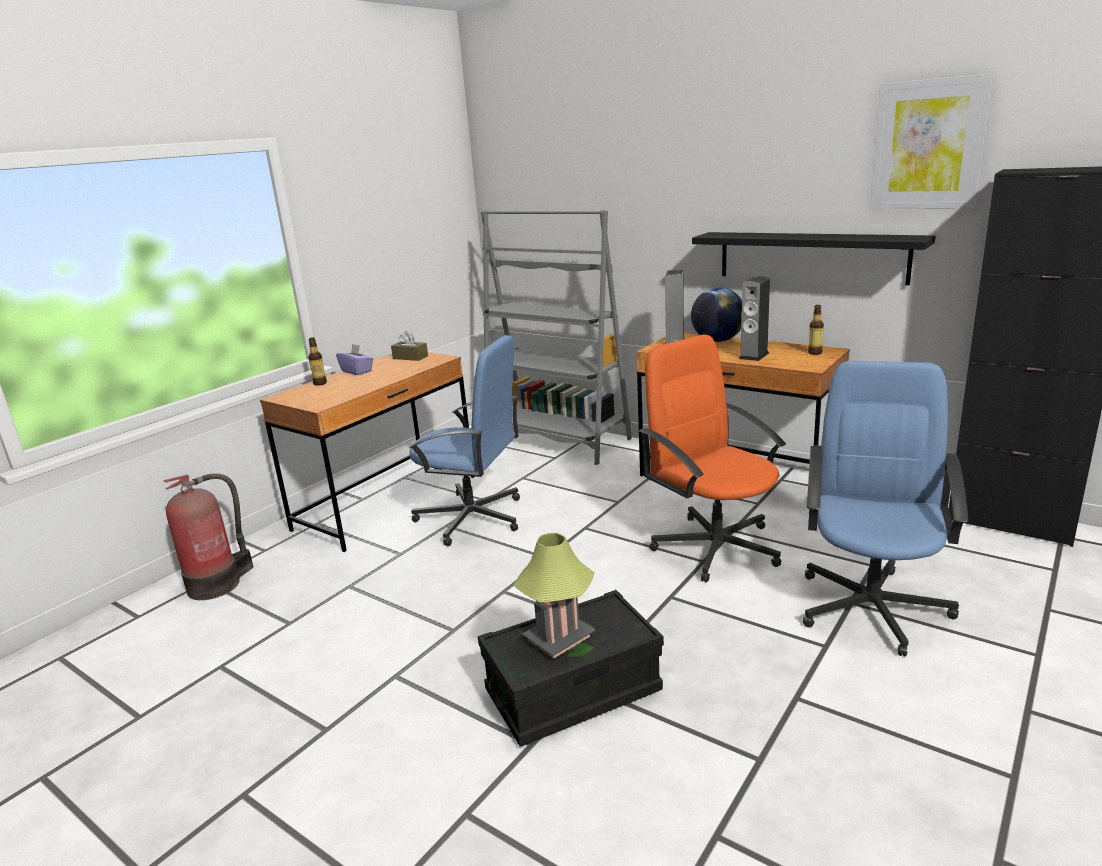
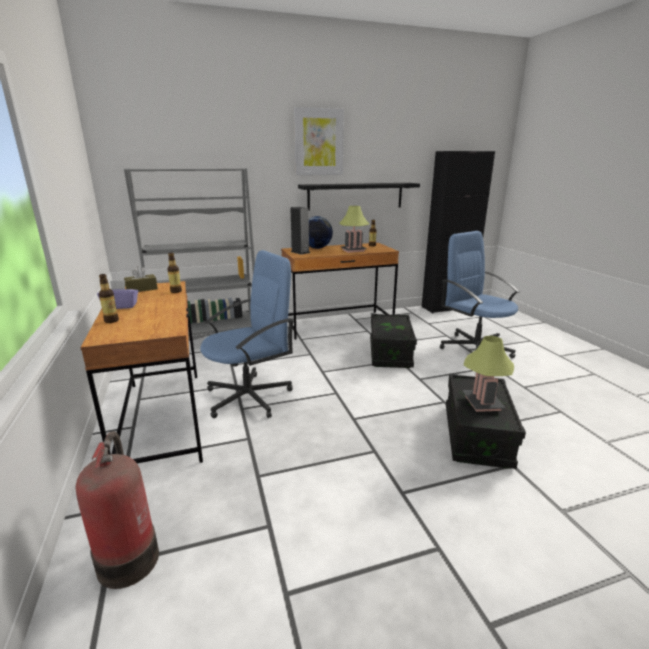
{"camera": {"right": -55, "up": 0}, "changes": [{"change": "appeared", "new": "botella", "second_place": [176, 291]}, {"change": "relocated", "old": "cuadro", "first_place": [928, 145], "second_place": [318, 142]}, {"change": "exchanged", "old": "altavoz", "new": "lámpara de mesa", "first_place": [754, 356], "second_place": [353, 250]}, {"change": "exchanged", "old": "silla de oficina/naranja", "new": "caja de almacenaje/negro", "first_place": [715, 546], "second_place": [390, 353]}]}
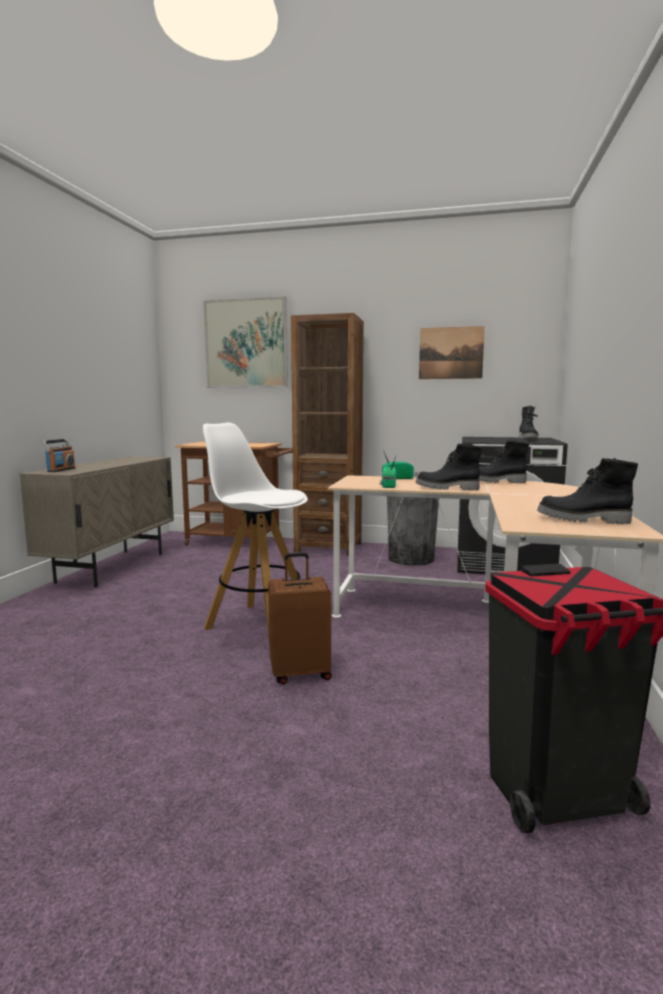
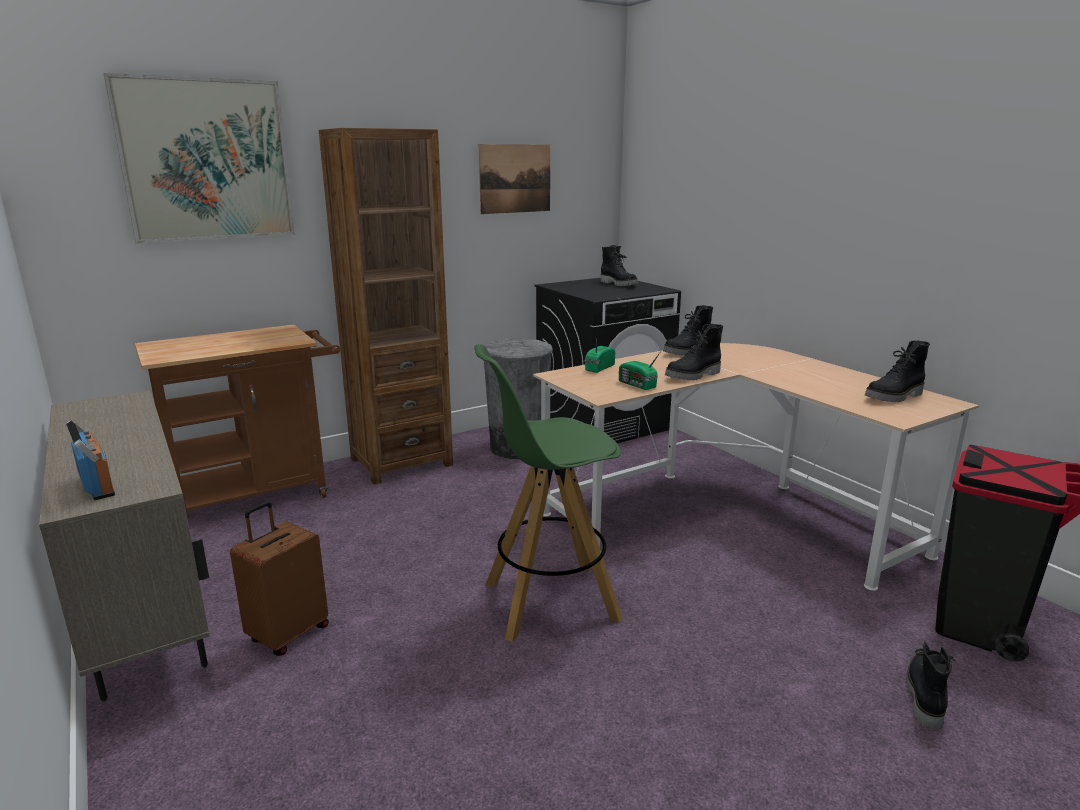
{"camera": {"right": -45, "up": 10}, "changes": [{"change": "relocated", "old": "maleta/marrón", "first_place": [300, 673], "second_place": [288, 634]}, {"change": "colour", "old": "taburete/blanco", "new": "taburete/verde", "first_place": [259, 624], "second_place": [549, 601]}, {"change": "appeared", "new": "bota/negro", "second_place": [924, 695]}]}
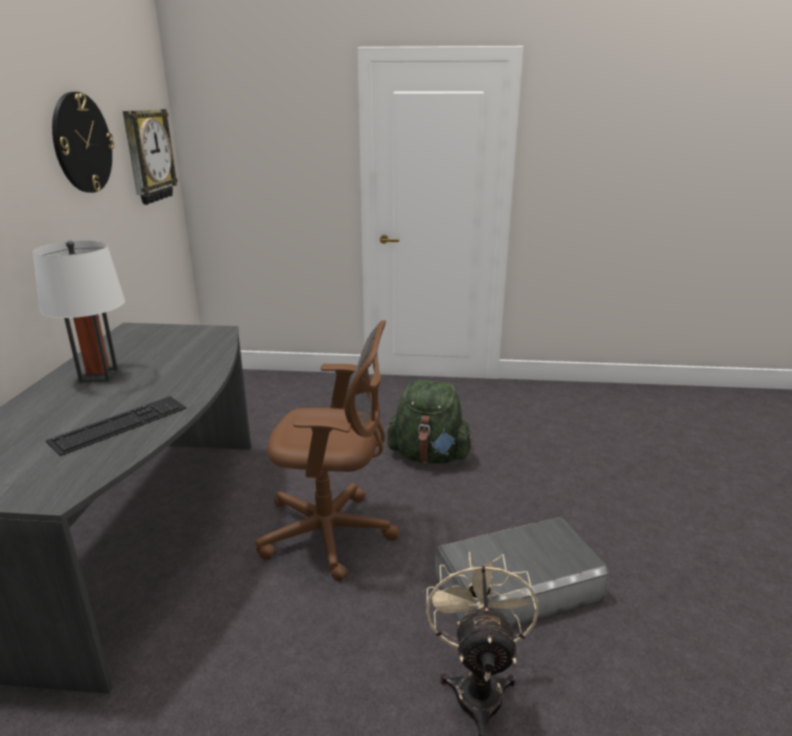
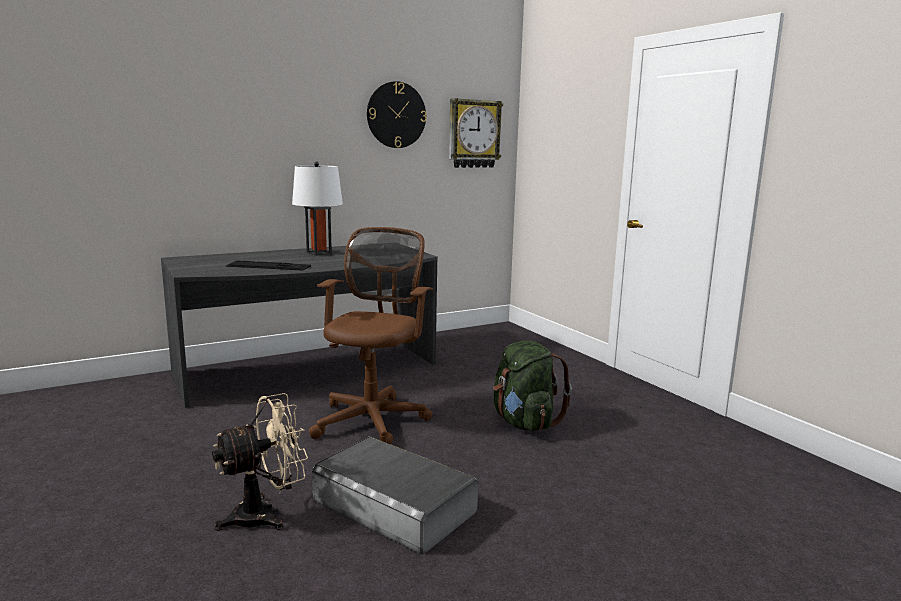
{"camera": {"right": 55, "up": -10}, "changes": [{"change": "spun", "old": "silla de oficina/marrón", "first_place": [332, 534], "second_place": [373, 418], "degrees": -135}]}
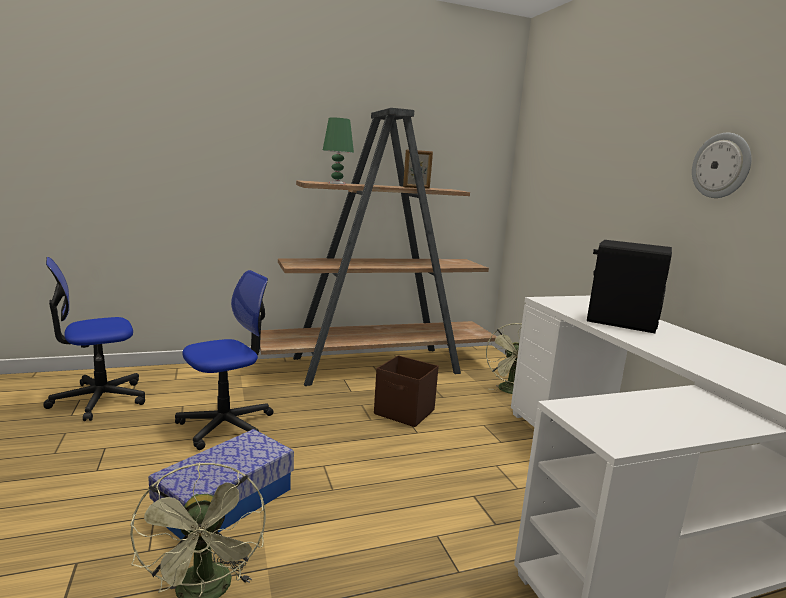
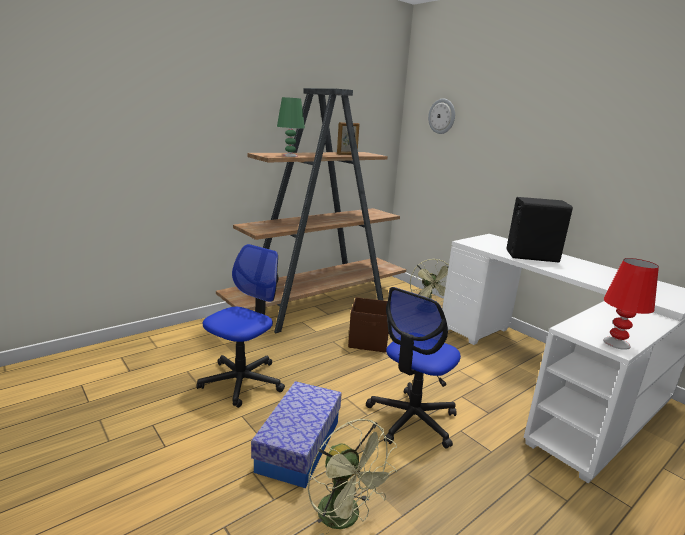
{"camera": {"right": -20, "up": 5}, "changes": [{"change": "relocated", "old": "silla de oficina", "first_place": [99, 399], "second_place": [412, 419]}, {"change": "relocated", "old": "reloj de pared", "first_place": [721, 166], "second_place": [442, 116]}, {"change": "appeared", "new": "lámpara de mesa/rojo", "second_place": [616, 343]}]}
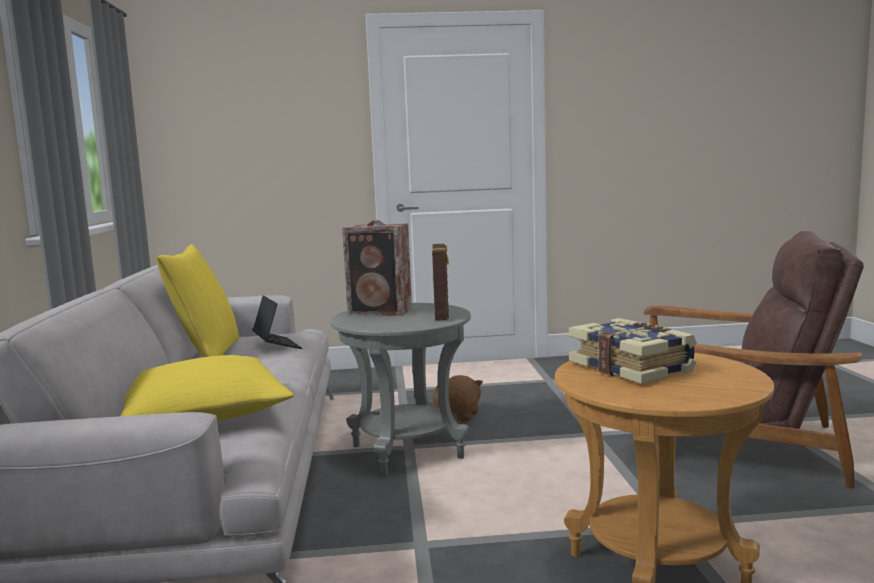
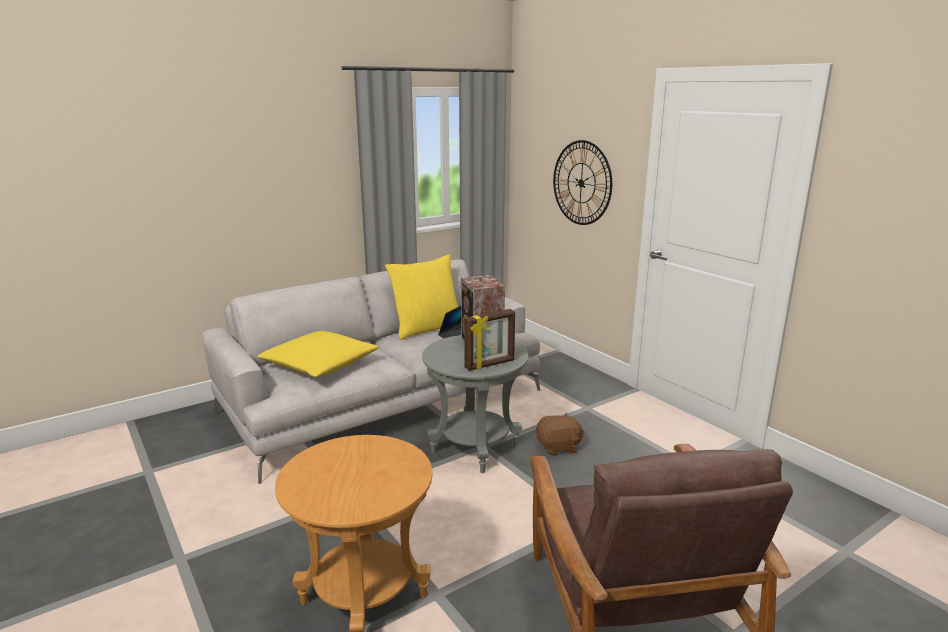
{"camera": {"right": 60, "up": 10}, "changes": [{"change": "appeared", "new": "reloj de pared", "second_place": [581, 183]}, {"change": "missing", "old": "libro", "first_place": [632, 367]}]}
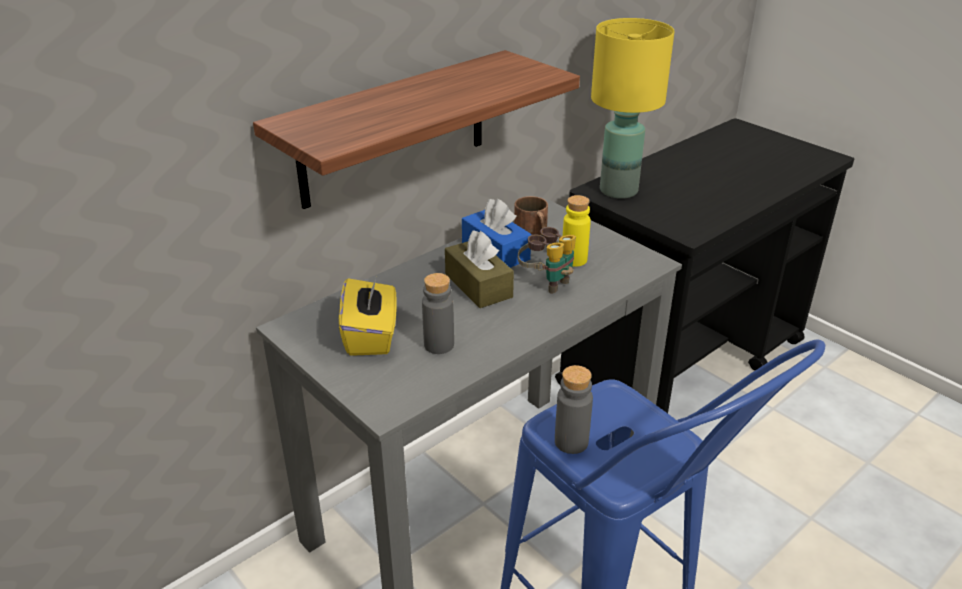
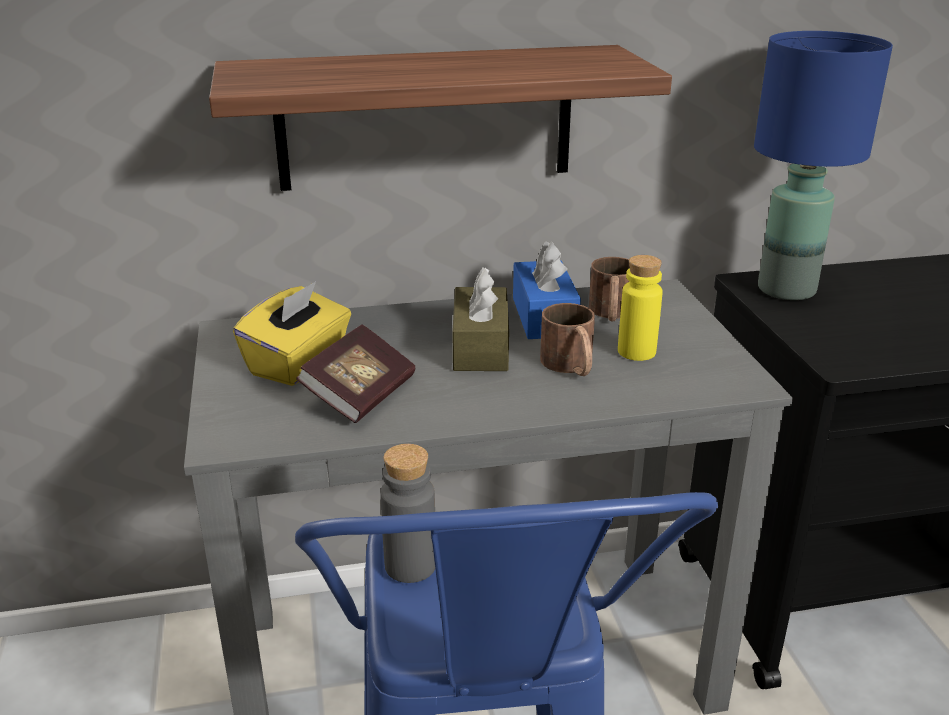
{"camera": {"right": 30, "up": -5}, "changes": [{"change": "exchanged", "old": "botella/gris", "new": "libro", "first_place": [439, 345], "second_place": [360, 395]}, {"change": "exchanged", "old": "prismáticos", "new": "taza grande/marrón", "first_place": [546, 282], "second_place": [571, 366]}, {"change": "colour", "old": "lámpara de mesa/amarillo", "new": "lámpara de mesa/azul", "first_place": [618, 190], "second_place": [787, 289]}]}
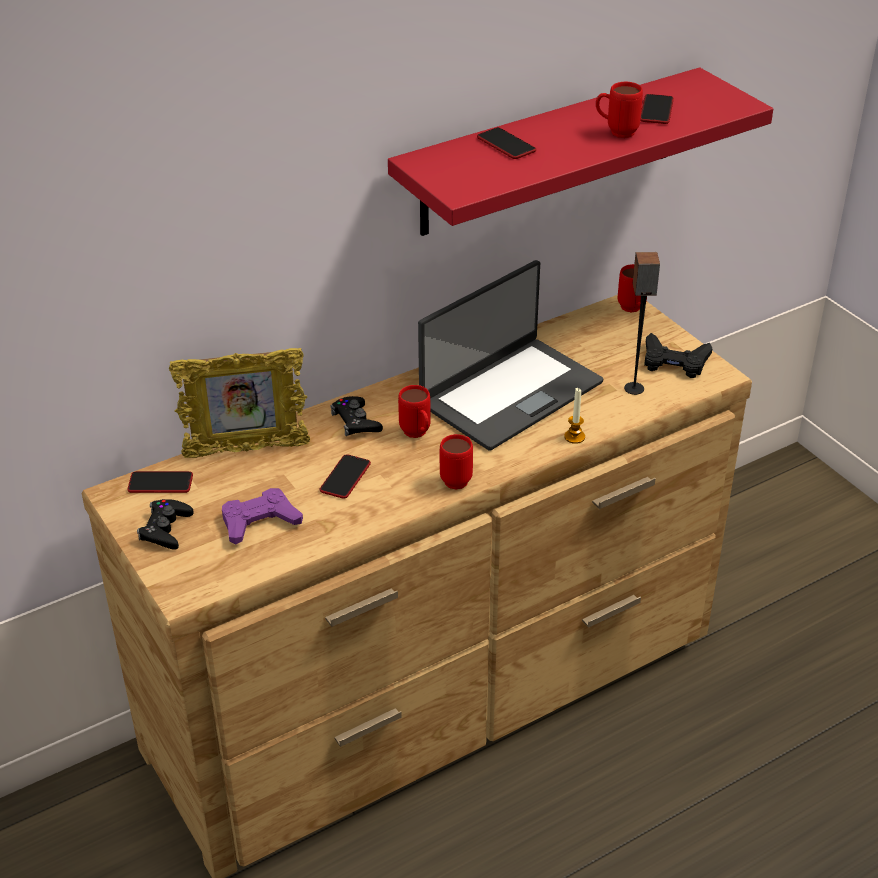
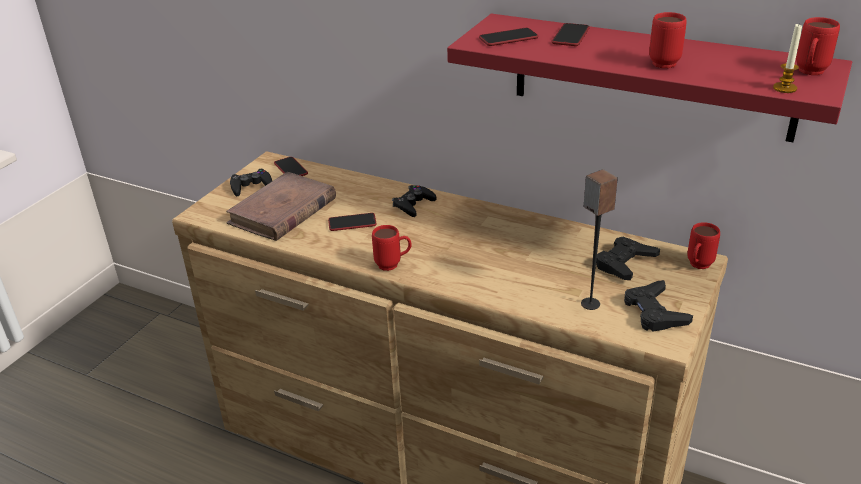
{"camera": {"right": 60, "up": -5}, "changes": [{"change": "exchanged", "old": "mando de consola/morado", "new": "libro/marrón", "first_place": [259, 521], "second_place": [282, 211]}, {"change": "relocated", "old": "móvil", "first_place": [656, 110], "second_place": [508, 38]}, {"change": "appeared", "new": "mando de consola/negro", "second_place": [624, 263]}, {"change": "relocated", "old": "vela", "first_place": [574, 437], "second_place": [784, 88]}, {"change": "relocated", "old": "taza grande/rojo", "first_place": [417, 435], "second_place": [809, 73]}, {"change": "missing", "old": "portarretratos", "first_place": [246, 450]}, {"change": "missing", "old": "portátil", "first_place": [510, 393]}]}
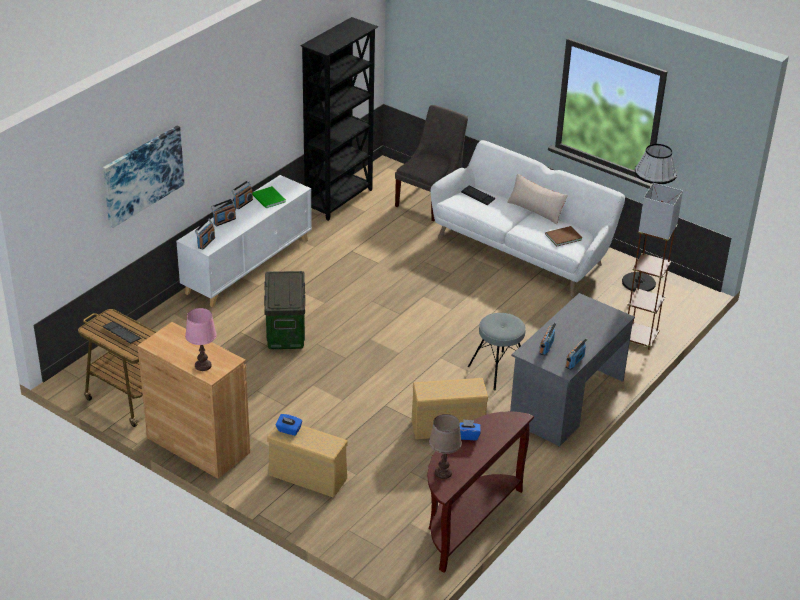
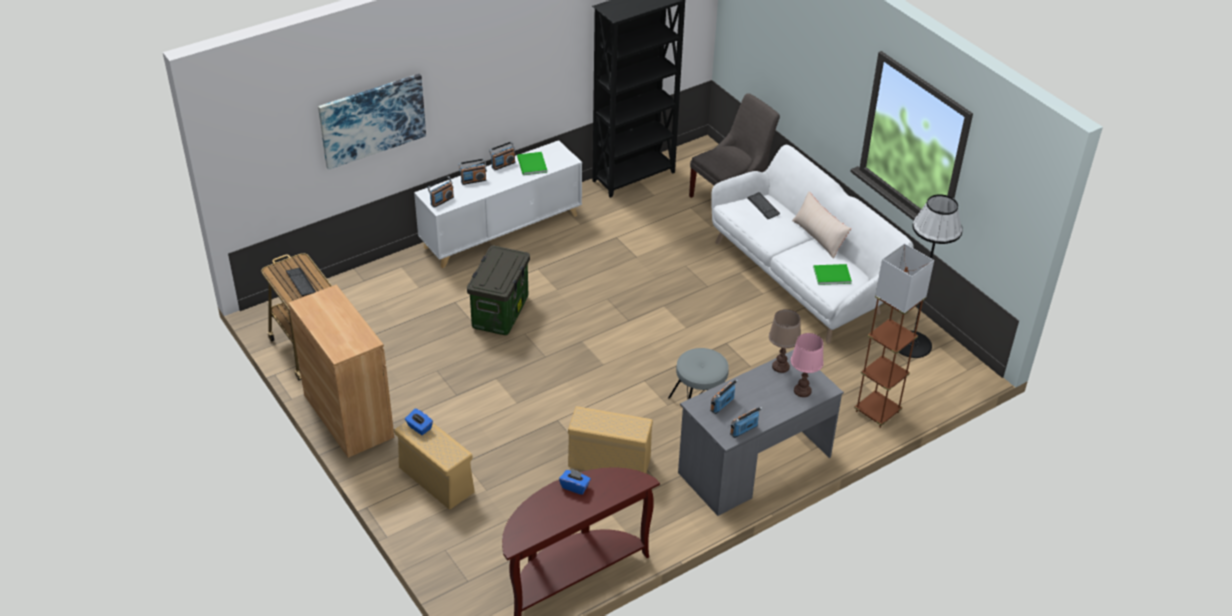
{"camera": {"right": 20, "up": 5}, "changes": [{"change": "relocated", "old": "lámpara de mesa/marrón", "first_place": [443, 473], "second_place": [780, 366]}, {"change": "relocated", "old": "lámpara de mesa/rosa", "first_place": [203, 365], "second_place": [802, 391]}, {"change": "colour", "old": "libro/marrón", "new": "libro/verde", "first_place": [562, 237], "second_place": [830, 275]}]}
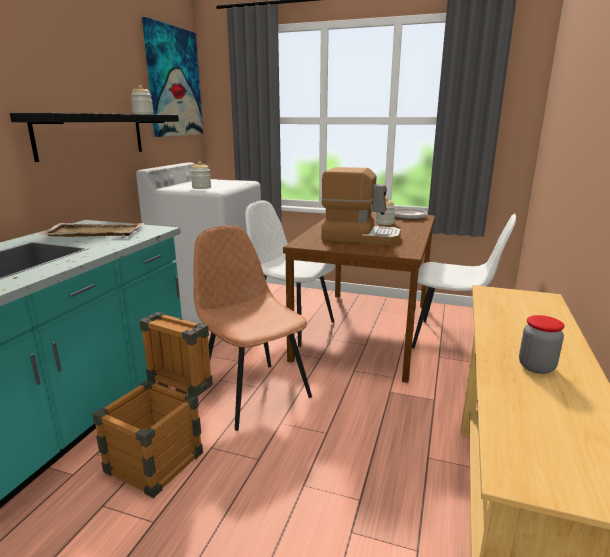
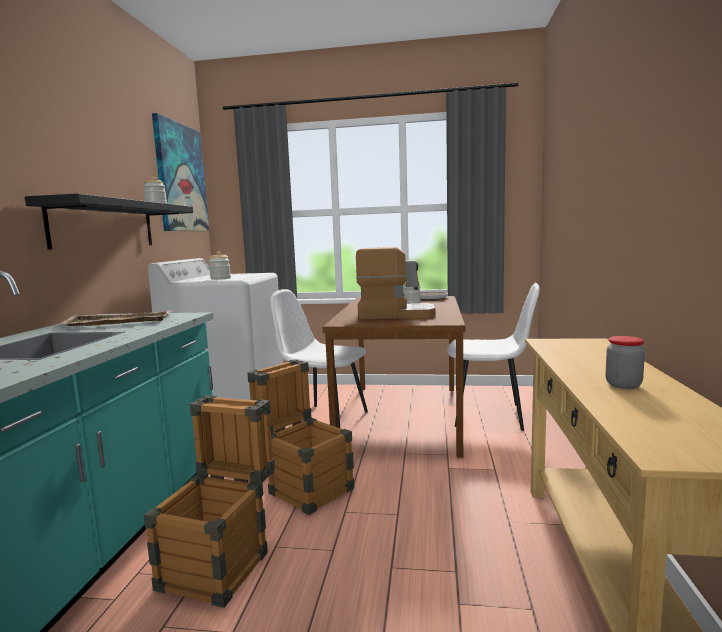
{"camera": {"right": -10, "up": -10}, "changes": [{"change": "exchanged", "old": "silla/marrón", "new": "caja de embalaje", "first_place": [253, 393], "second_place": [305, 487]}]}
